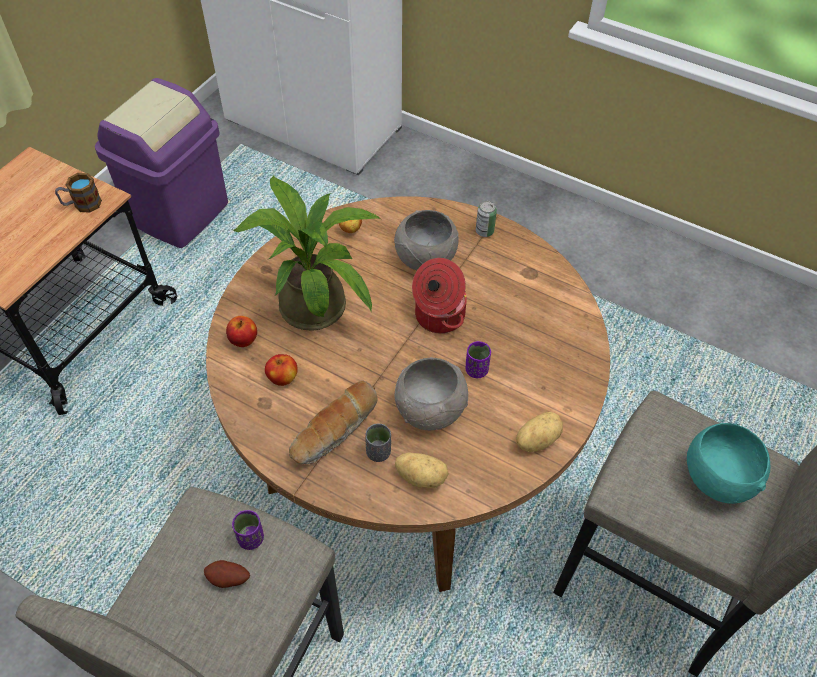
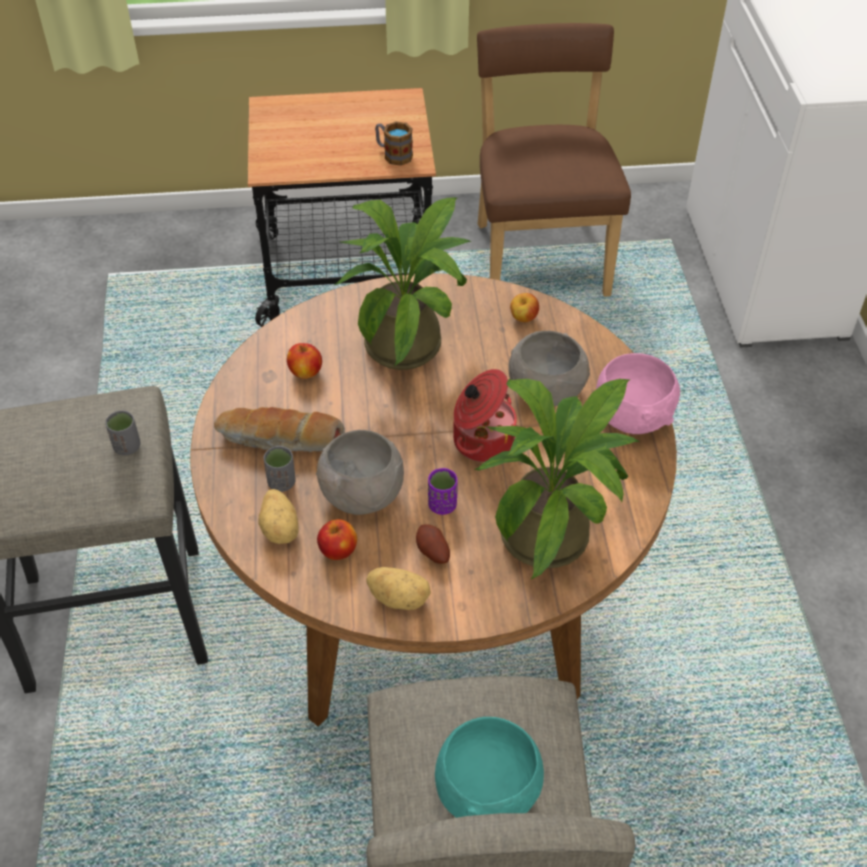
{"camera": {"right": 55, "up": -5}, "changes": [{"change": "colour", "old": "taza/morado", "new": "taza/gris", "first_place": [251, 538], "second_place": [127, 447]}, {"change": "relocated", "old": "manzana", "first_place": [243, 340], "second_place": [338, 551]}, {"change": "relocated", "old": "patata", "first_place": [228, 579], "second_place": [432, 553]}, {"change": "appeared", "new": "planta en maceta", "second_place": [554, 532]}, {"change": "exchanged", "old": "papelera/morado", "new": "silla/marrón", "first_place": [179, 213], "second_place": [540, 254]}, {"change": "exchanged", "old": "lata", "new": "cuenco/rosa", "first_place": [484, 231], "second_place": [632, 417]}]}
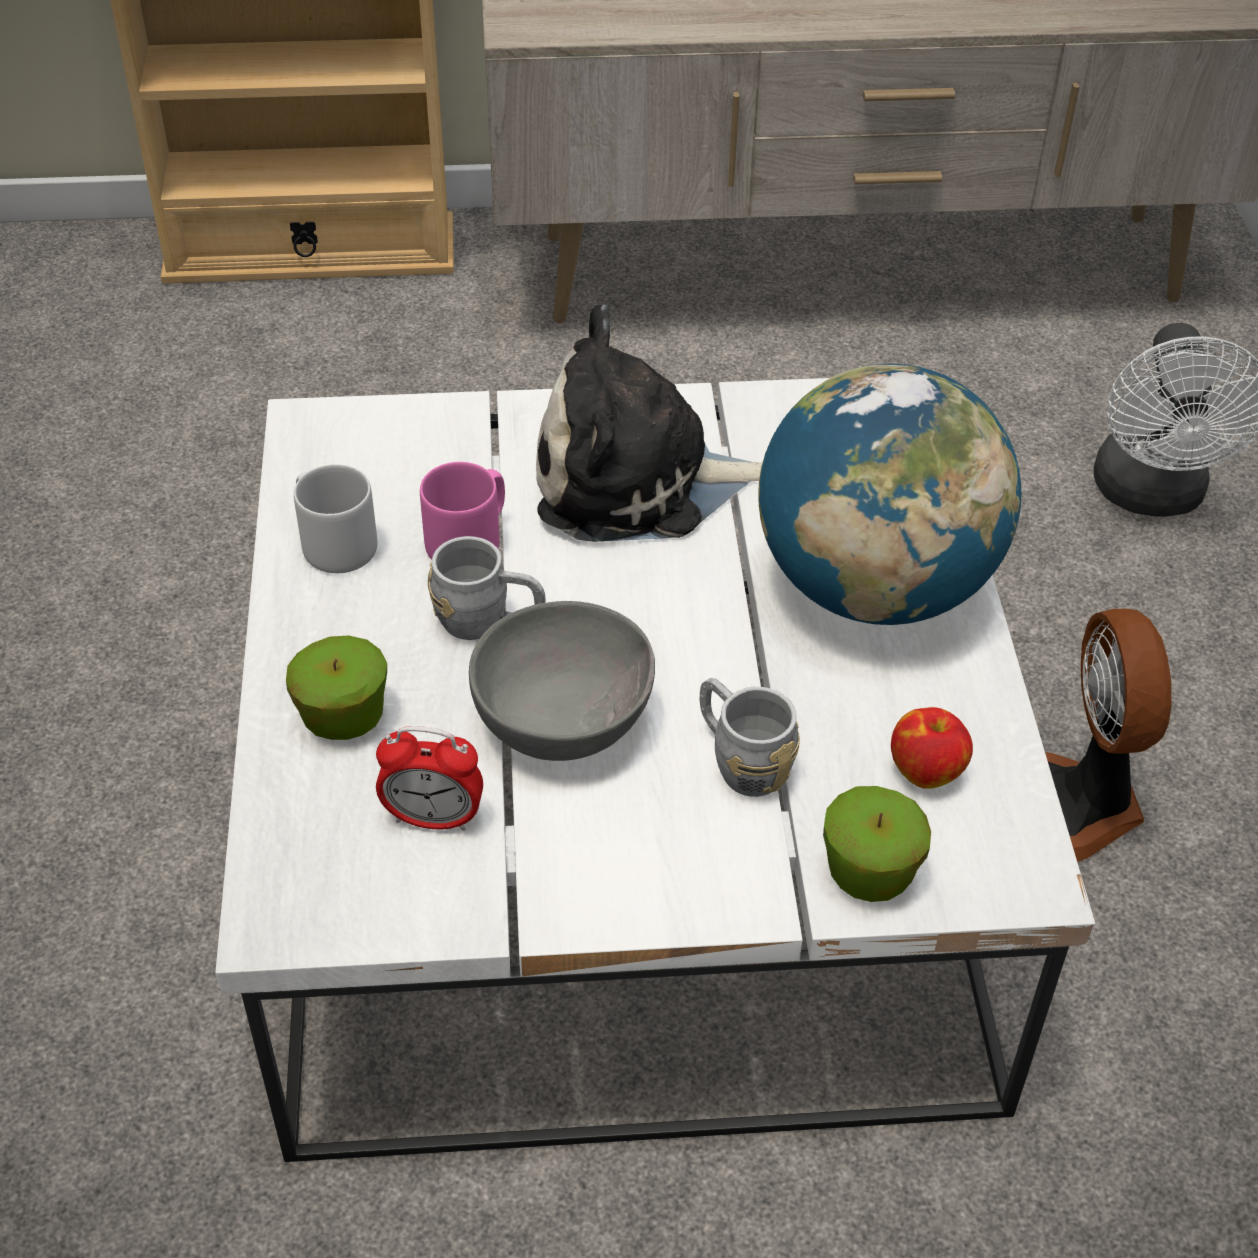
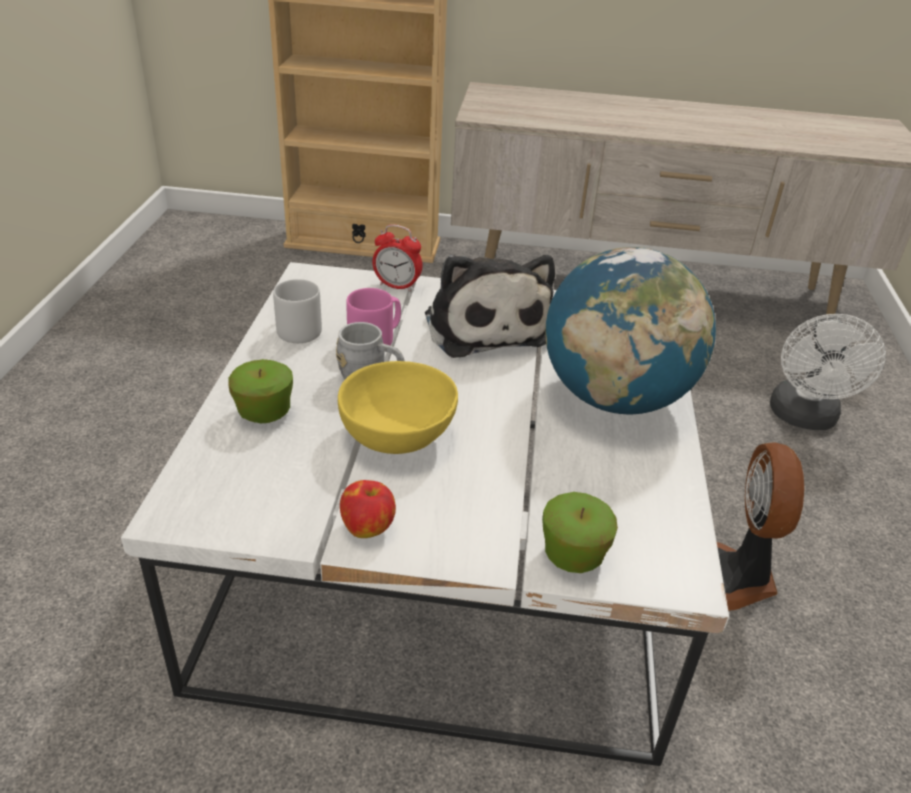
{"camera": {"right": 10, "up": -10}, "changes": [{"change": "colour", "old": "cuenco/gris", "new": "cuenco/amarillo", "first_place": [567, 723], "second_place": [400, 438]}, {"change": "relocated", "old": "manzana", "first_place": [926, 771], "second_place": [368, 528]}, {"change": "relocated", "old": "despertador", "first_place": [433, 818], "second_place": [397, 286]}, {"change": "spun", "old": "peluche", "first_place": [637, 480], "second_place": [484, 325], "degrees": -120}, {"change": "missing", "old": "taza grande/gris", "first_place": [740, 761]}]}
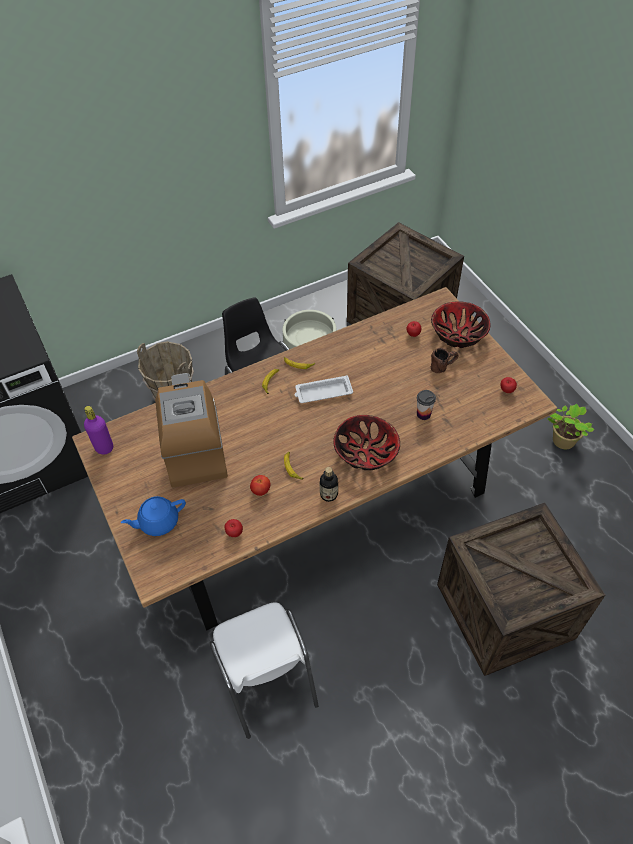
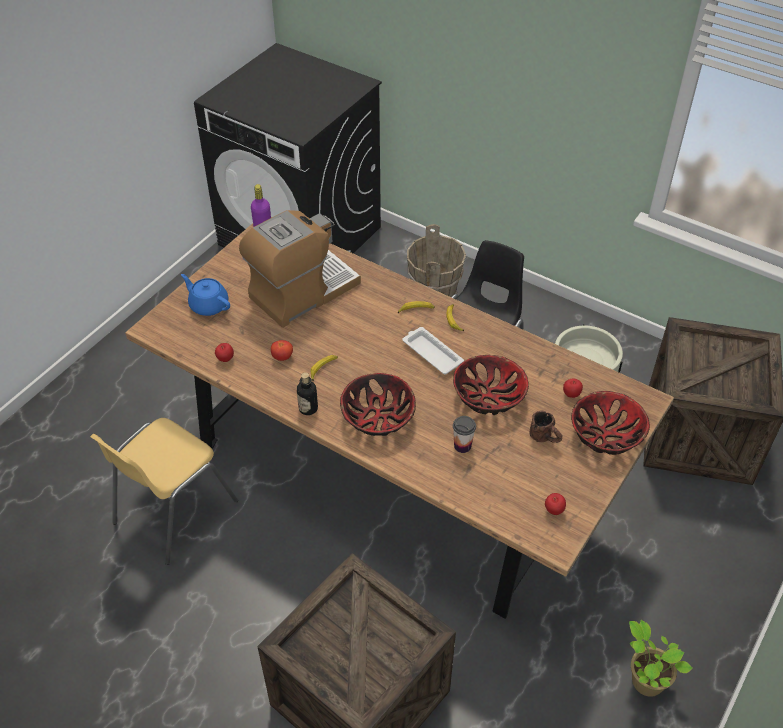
{"camera": {"right": 60, "up": -5}, "changes": [{"change": "colour", "old": "silla/blanco", "new": "silla/amarillo", "first_place": [266, 681], "second_place": [173, 512]}, {"change": "appeared", "new": "cuenco", "second_place": [489, 396]}]}
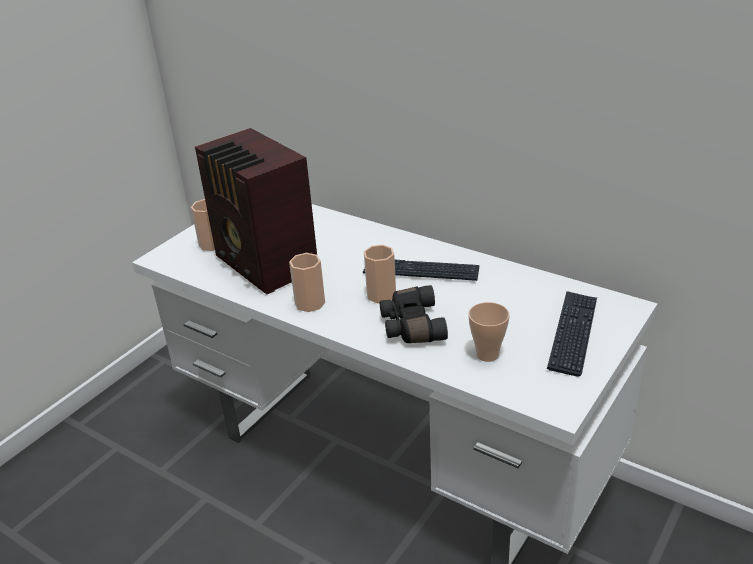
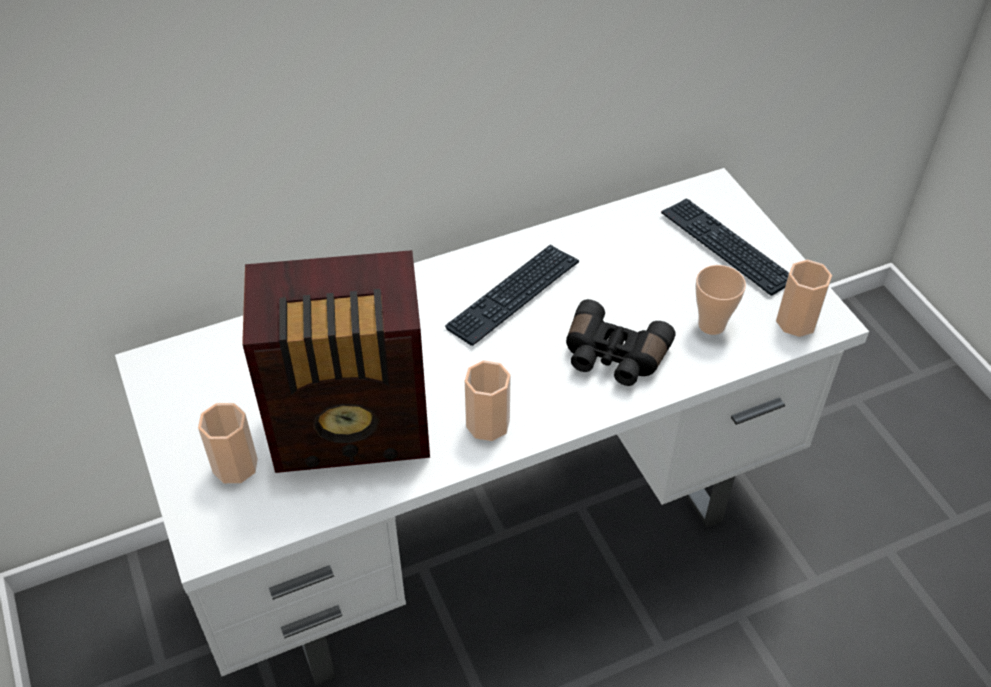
{"camera": {"right": -60, "up": 15}, "changes": [{"change": "relocated", "old": "taza", "first_place": [381, 295], "second_place": [796, 322]}]}
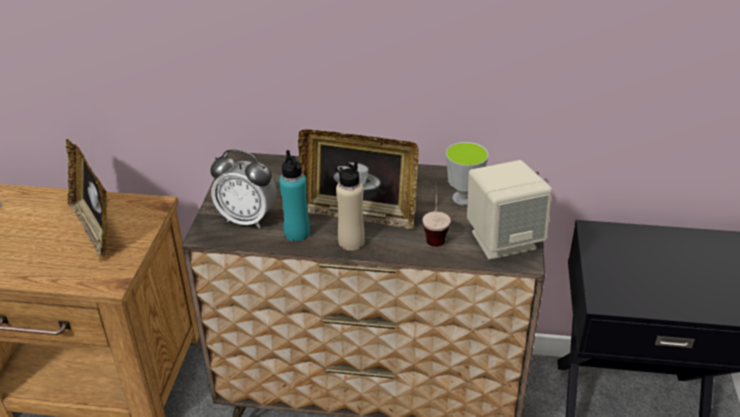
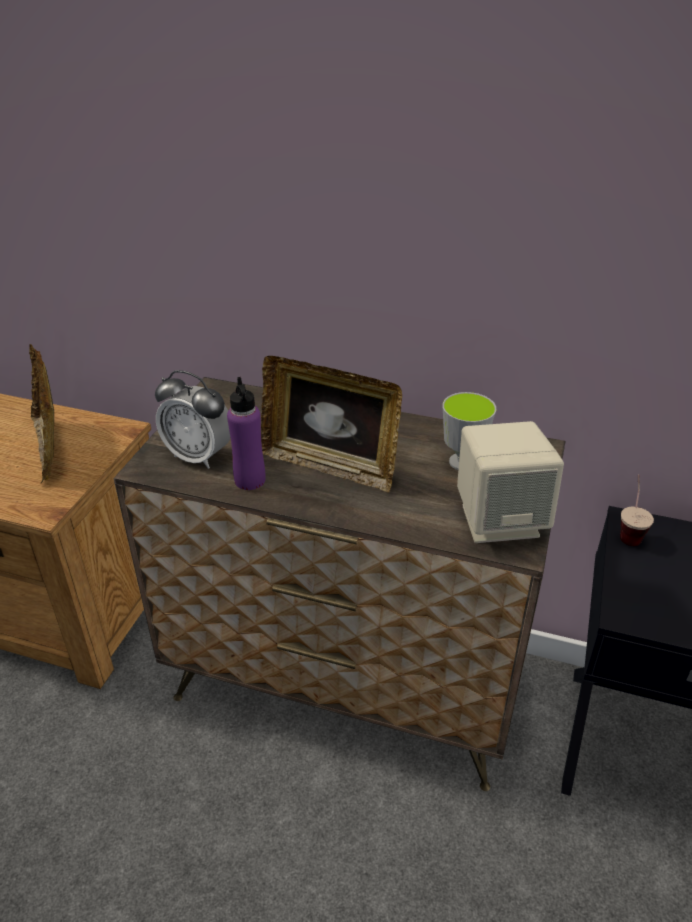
{"camera": {"right": 10, "up": 0}, "changes": [{"change": "colour", "old": "botella/turquesa", "new": "botella/morado", "first_place": [297, 233], "second_place": [250, 480]}, {"change": "relocated", "old": "taza", "first_place": [434, 234], "second_place": [629, 531]}, {"change": "missing", "old": "botella/beis", "first_place": [351, 242]}]}
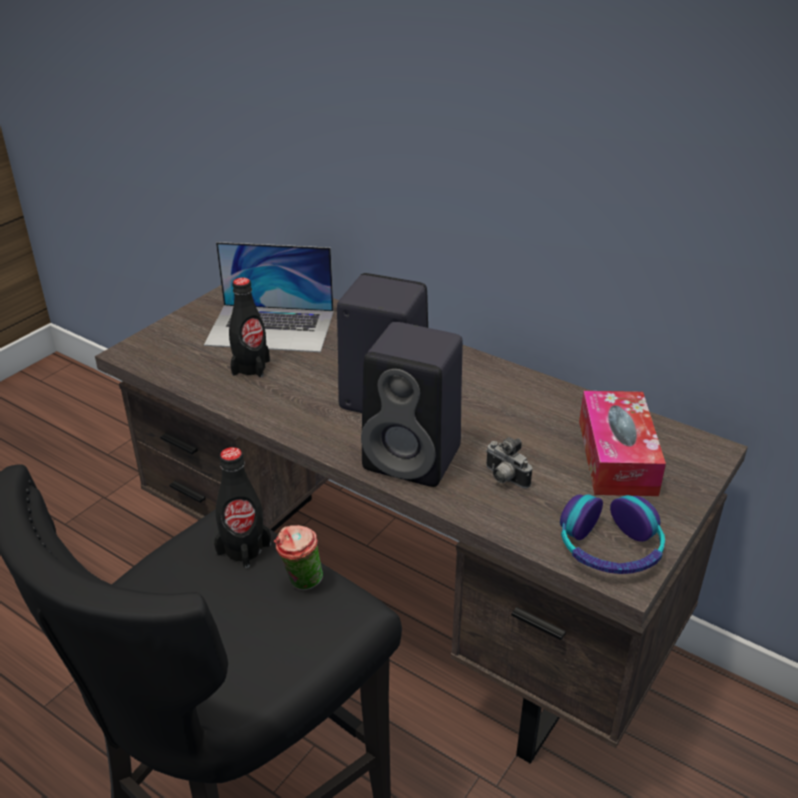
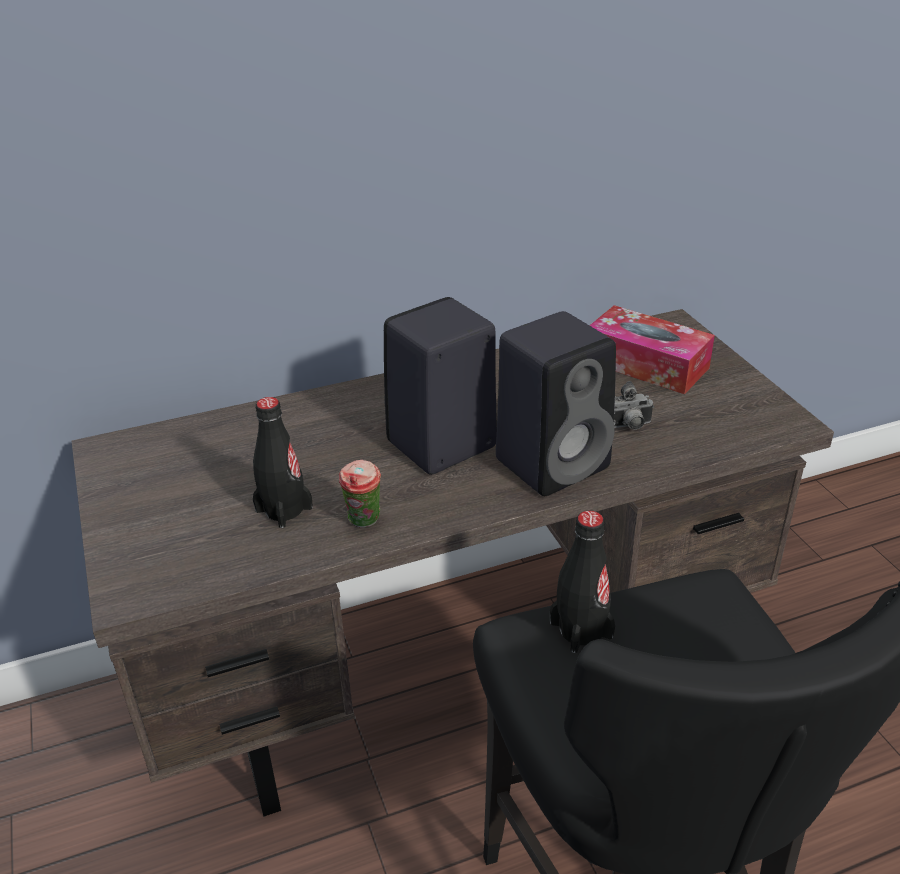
{"camera": {"right": -55, "up": 0}, "changes": [{"change": "relocated", "old": "taza", "first_place": [301, 583], "second_place": [364, 522]}, {"change": "missing", "old": "portátil", "first_place": [271, 328]}, {"change": "missing", "old": "auriculares", "first_place": [610, 548]}]}
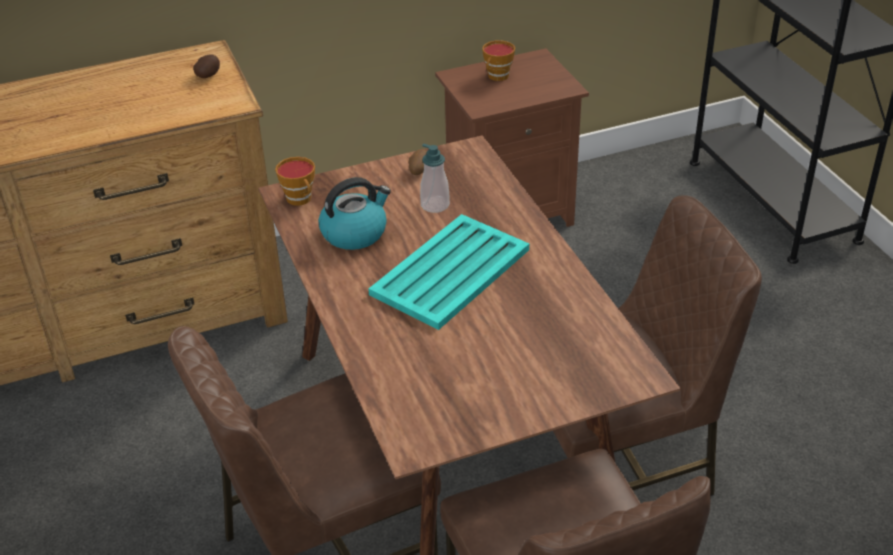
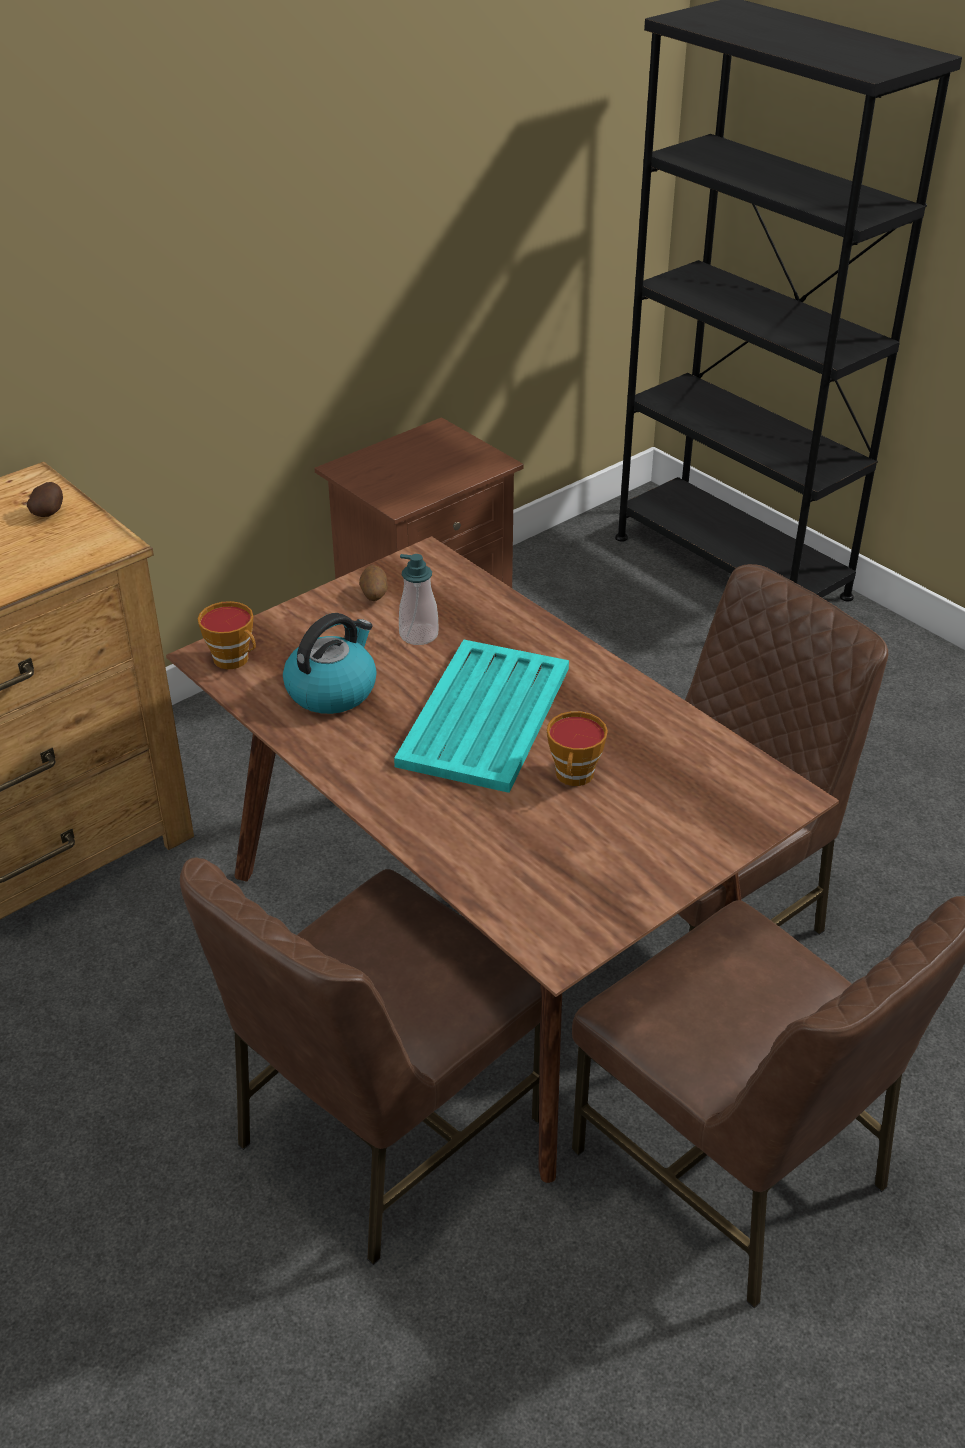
{"camera": {"right": -20, "up": 0}, "changes": [{"change": "relocated", "old": "taza", "first_place": [497, 77], "second_place": [574, 777]}]}
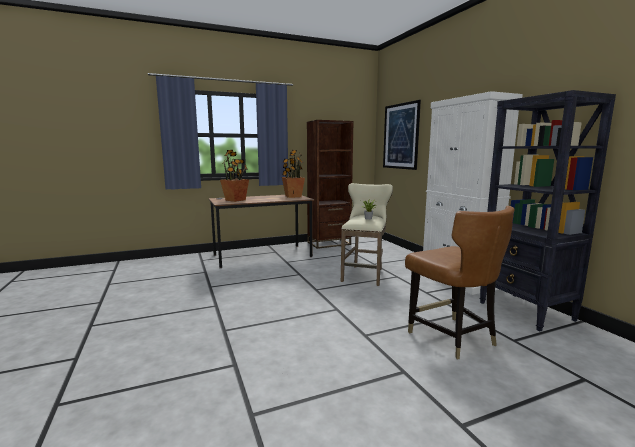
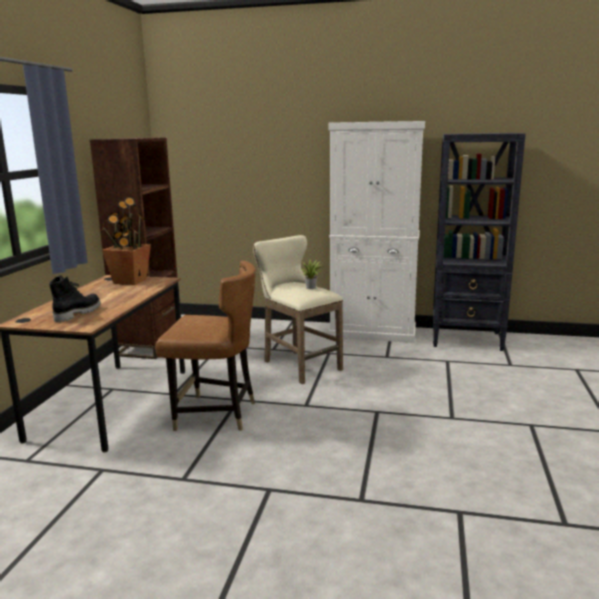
{"camera": {"right": -55, "up": 5}, "changes": [{"change": "exchanged", "old": "planta en maceta", "new": "bota/negro", "first_place": [236, 200], "second_place": [77, 313]}, {"change": "relocated", "old": "silla/marrón", "first_place": [452, 337], "second_place": [215, 414]}, {"change": "missing", "old": "cuadro", "first_place": [401, 136]}]}
